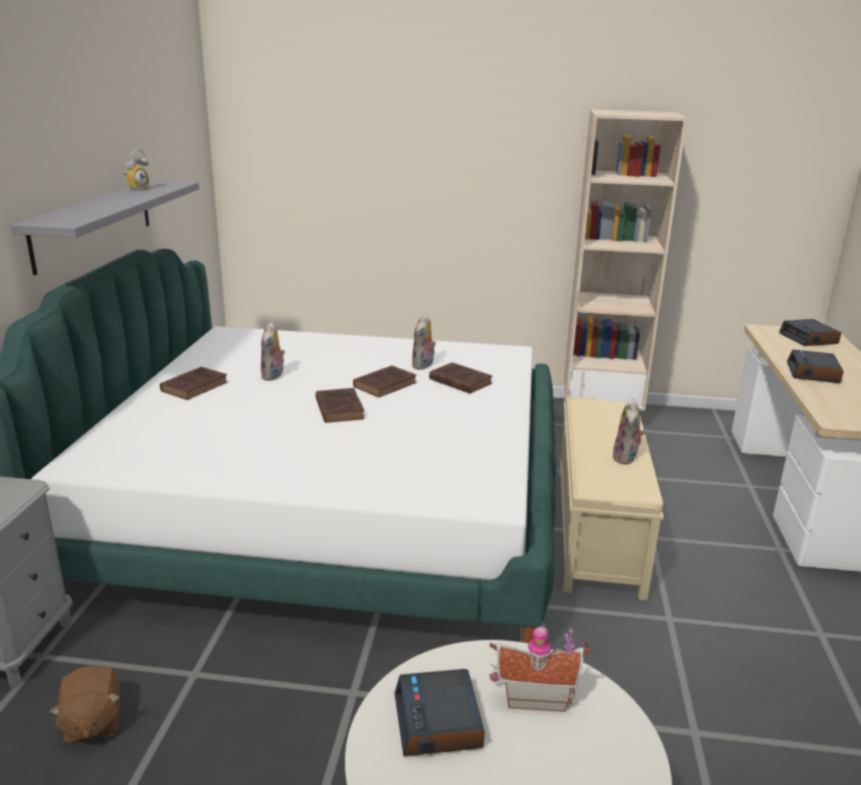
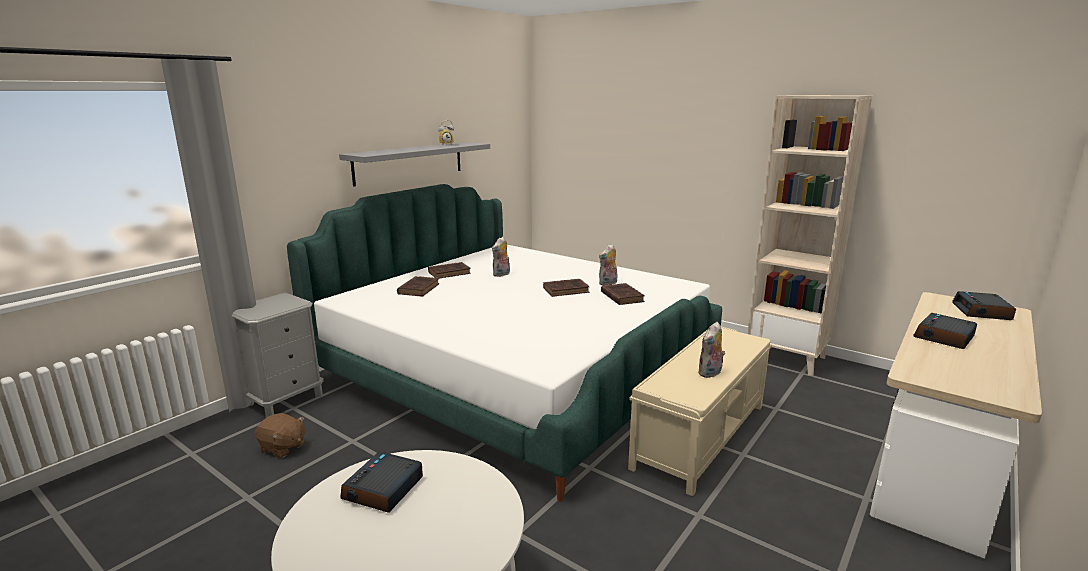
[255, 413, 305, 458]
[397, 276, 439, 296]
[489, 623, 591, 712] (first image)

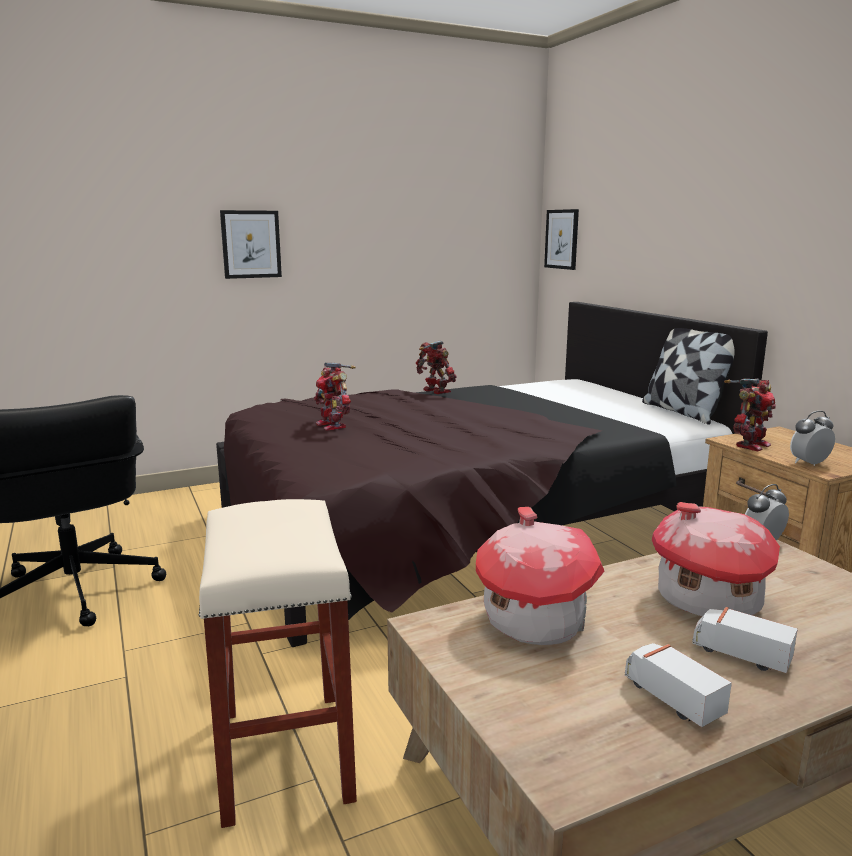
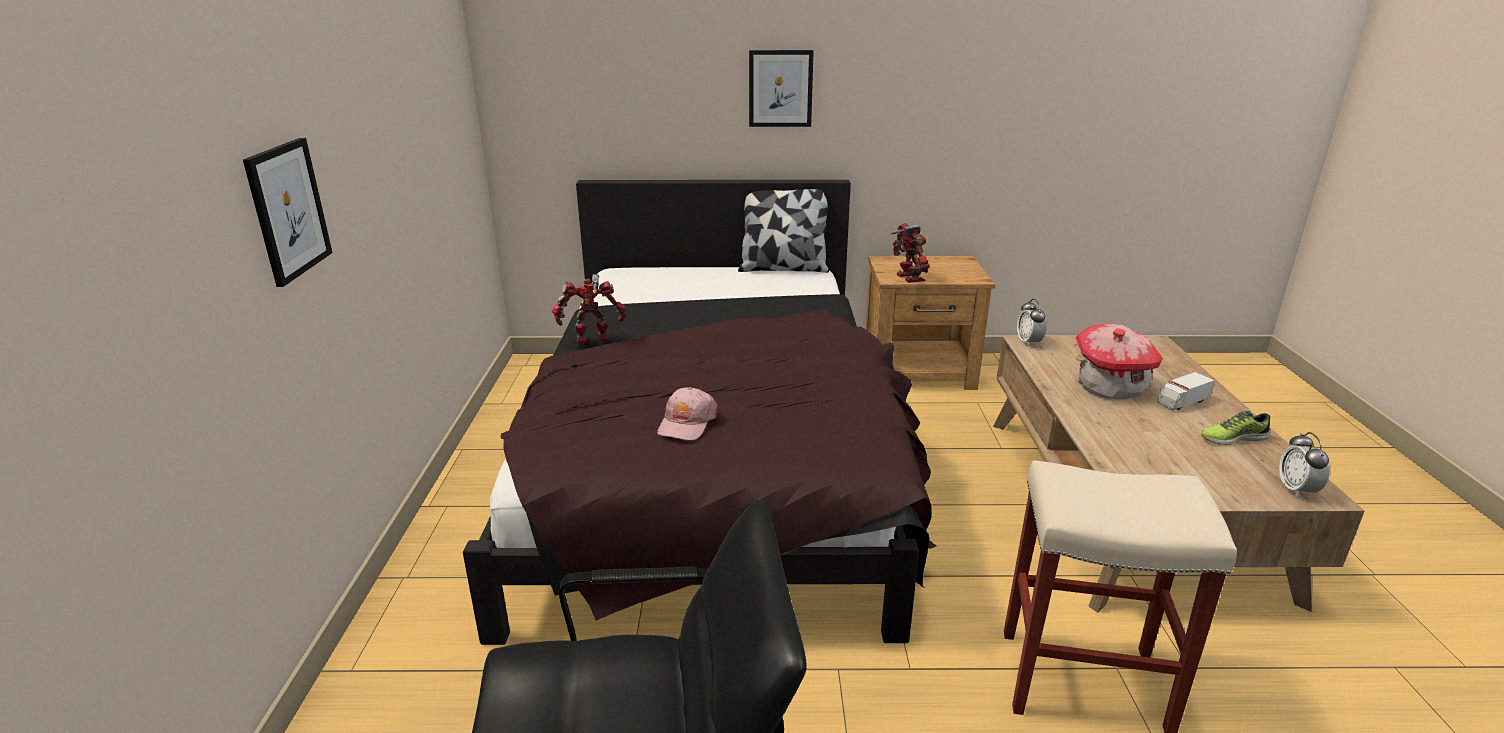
[657, 387, 717, 440]
[476, 507, 605, 645] (first image)
[749, 50, 814, 127]
[1201, 411, 1270, 445]
[1279, 432, 1330, 498]

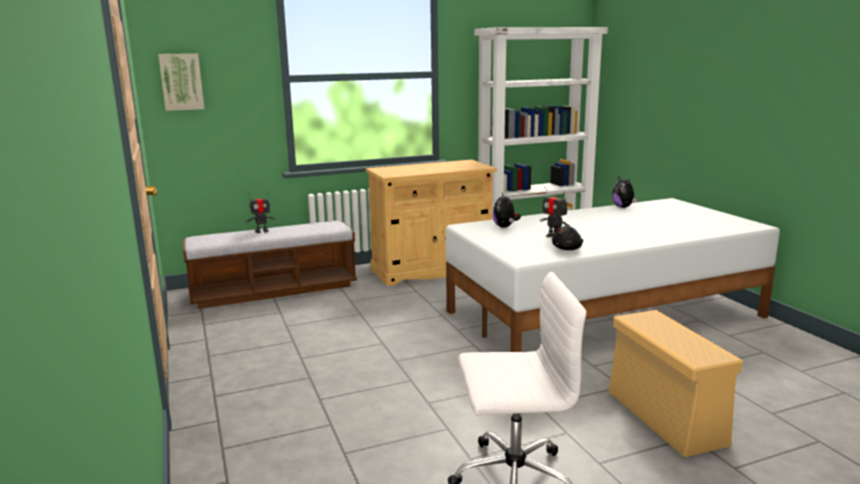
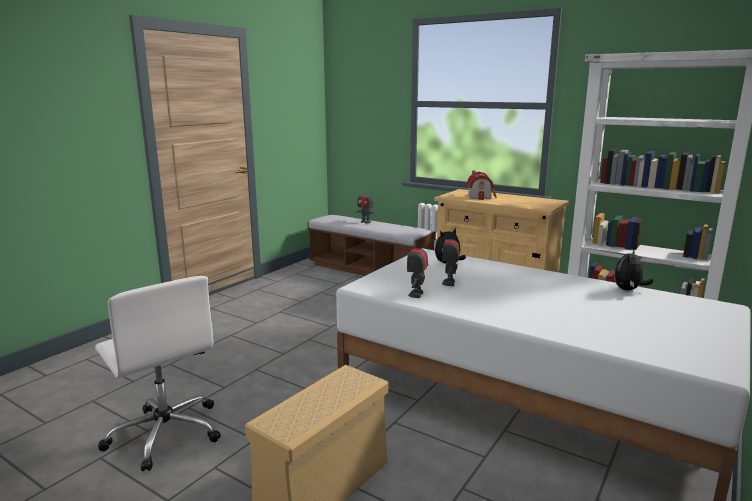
[158, 53, 204, 111] (first image)
[407, 236, 428, 298]
[467, 171, 497, 200]

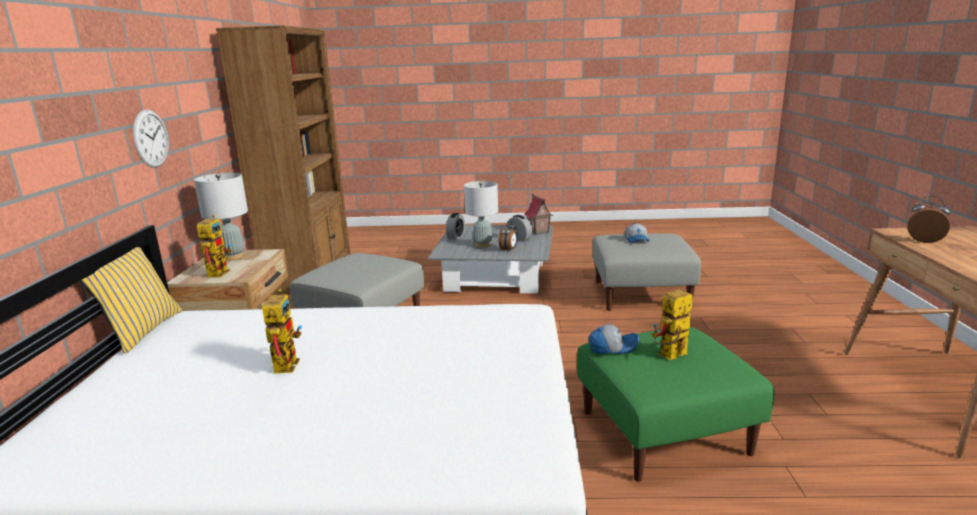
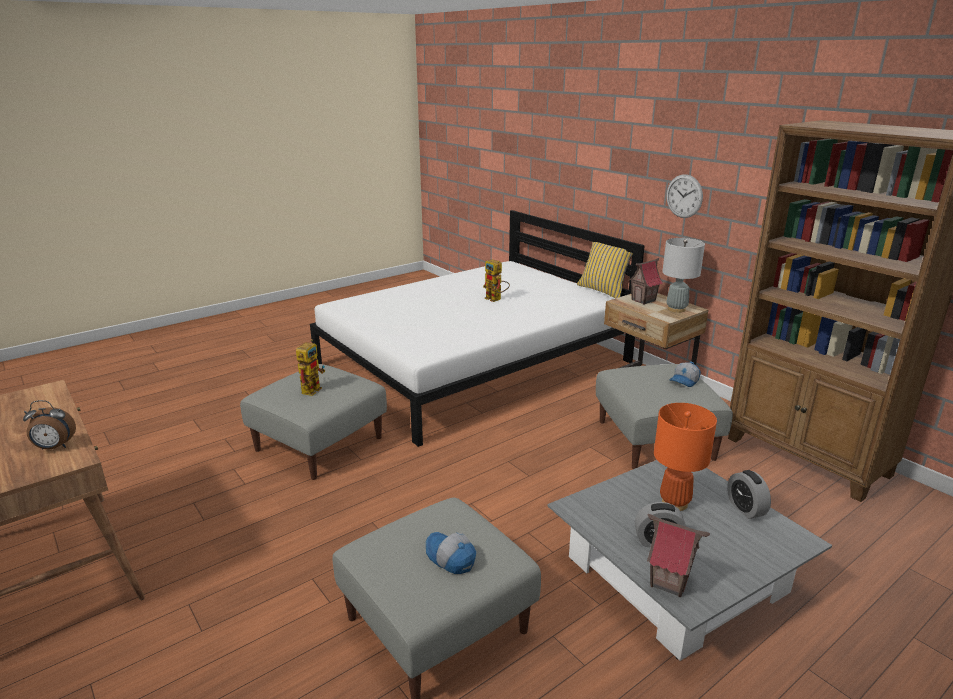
[629, 258, 663, 305]
[654, 403, 717, 511]
[498, 221, 518, 252] (first image)
[240, 364, 387, 480]
[670, 362, 701, 387]

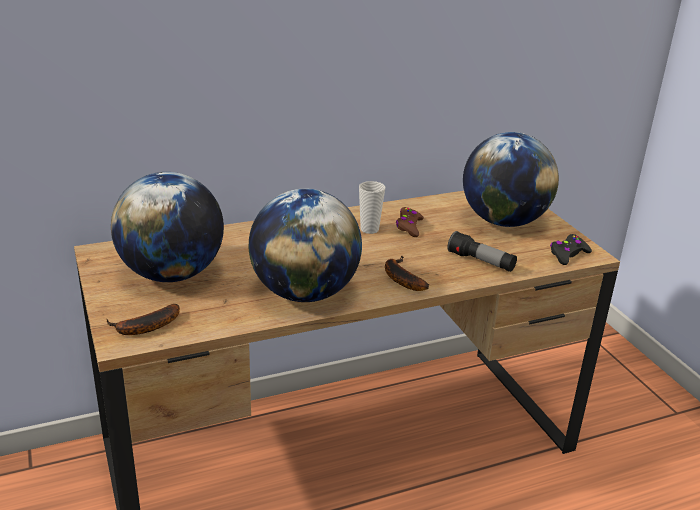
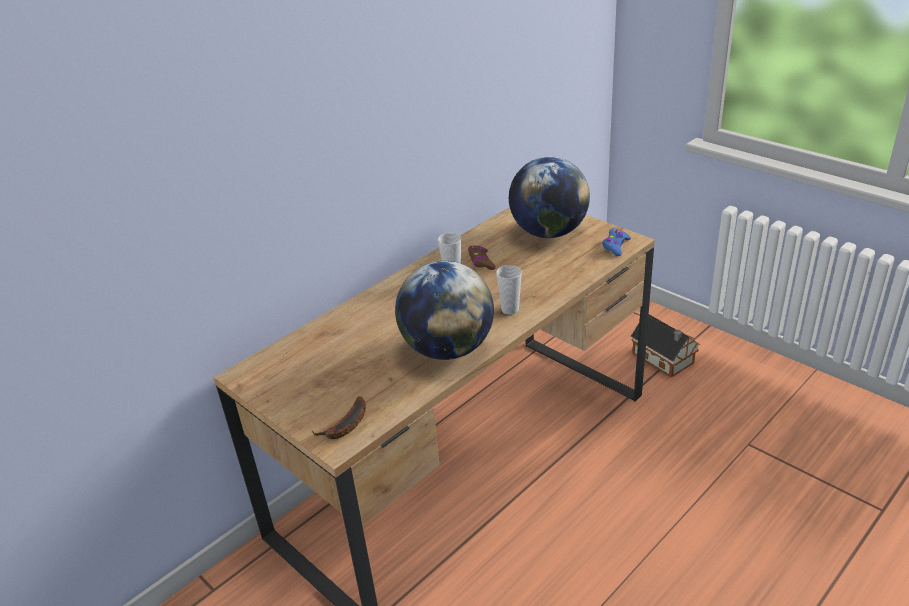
[111, 172, 224, 282] (first image)
[496, 265, 522, 315]
[447, 231, 517, 272] (first image)
[602, 228, 631, 256]
[631, 315, 700, 377]

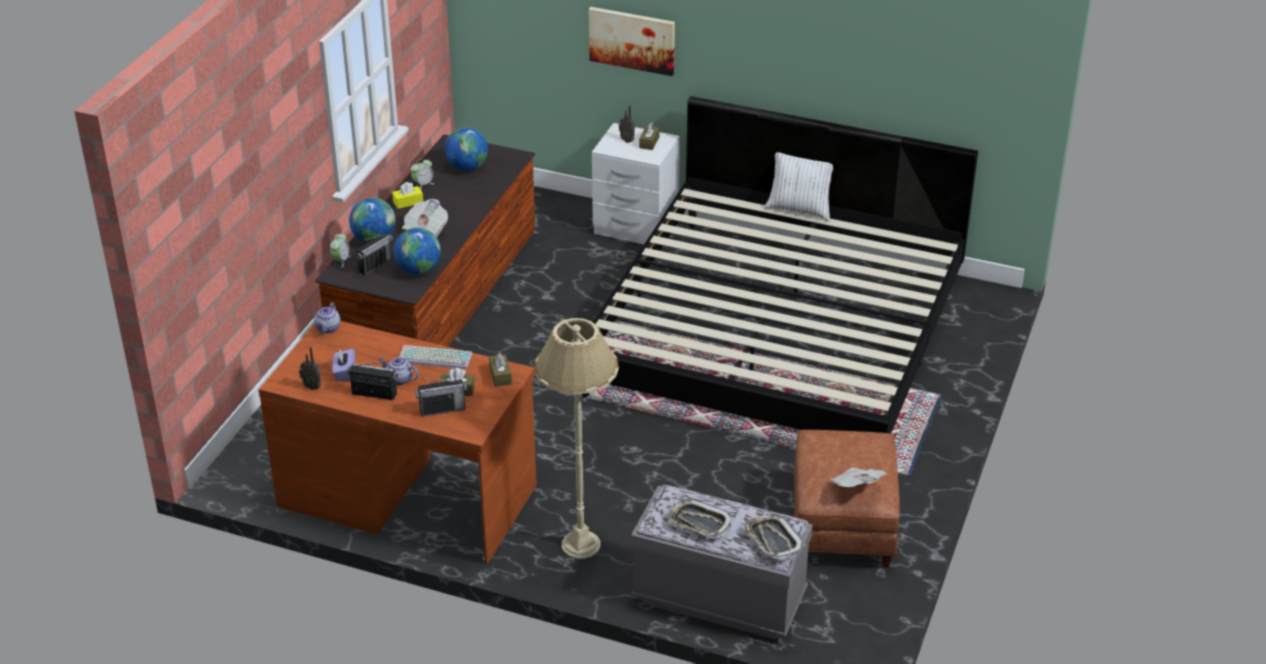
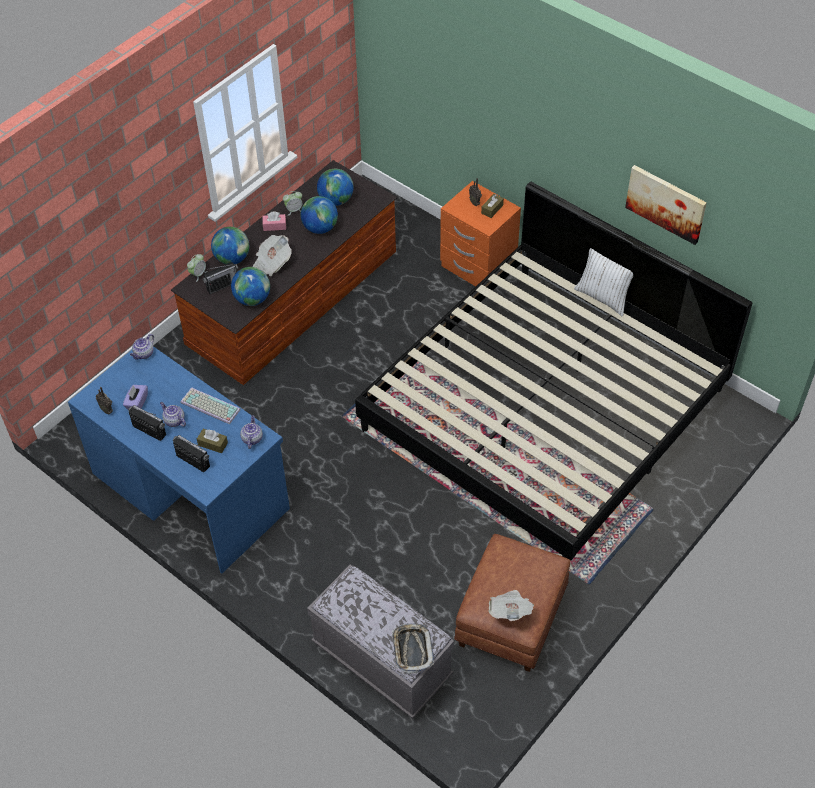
[68, 346, 290, 574]
[263, 211, 286, 231]
[173, 435, 210, 472]
[240, 415, 263, 449]
[534, 318, 619, 559] (first image)
[625, 165, 707, 245]
[440, 181, 521, 286]
[668, 499, 732, 538] (first image)
[300, 196, 338, 234]

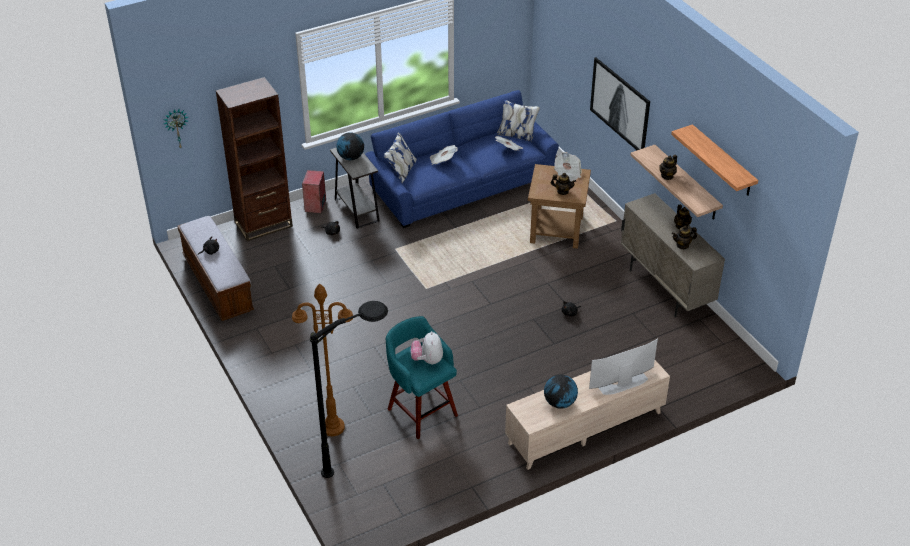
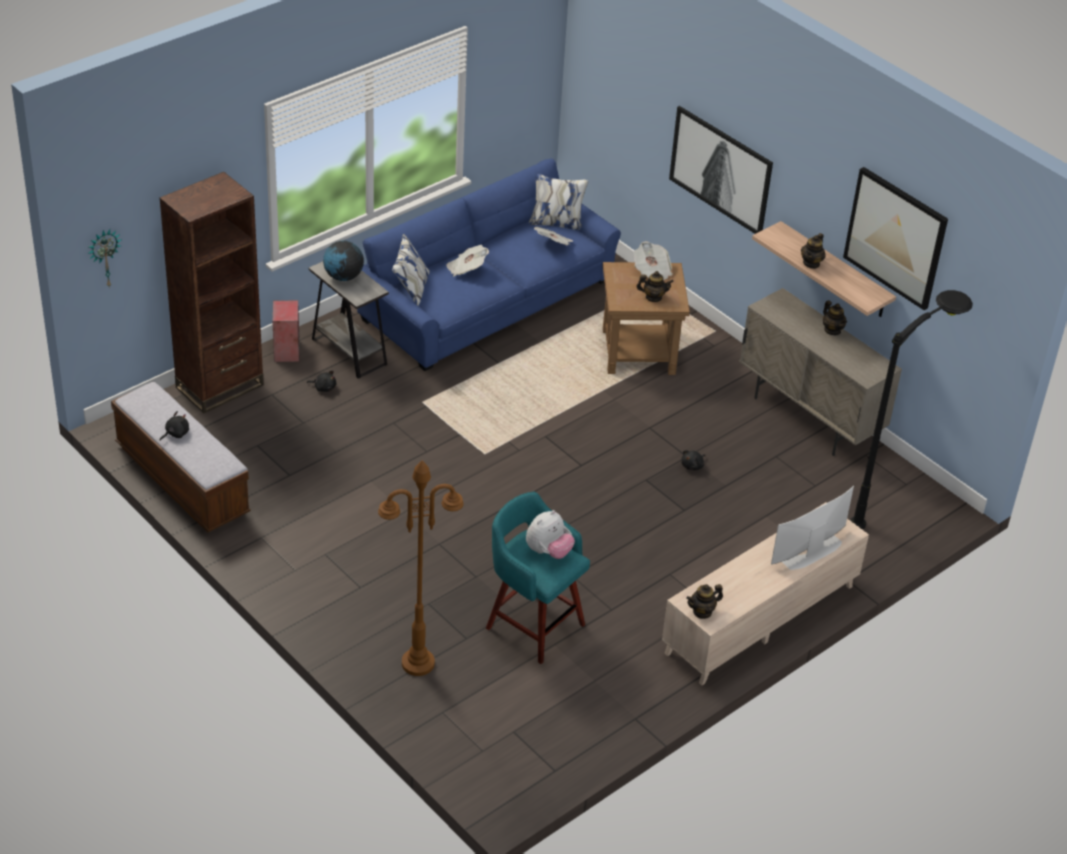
[850, 290, 973, 529]
[526, 510, 575, 559]
[544, 374, 578, 409] (first image)
[843, 167, 948, 310]
[686, 584, 723, 619]

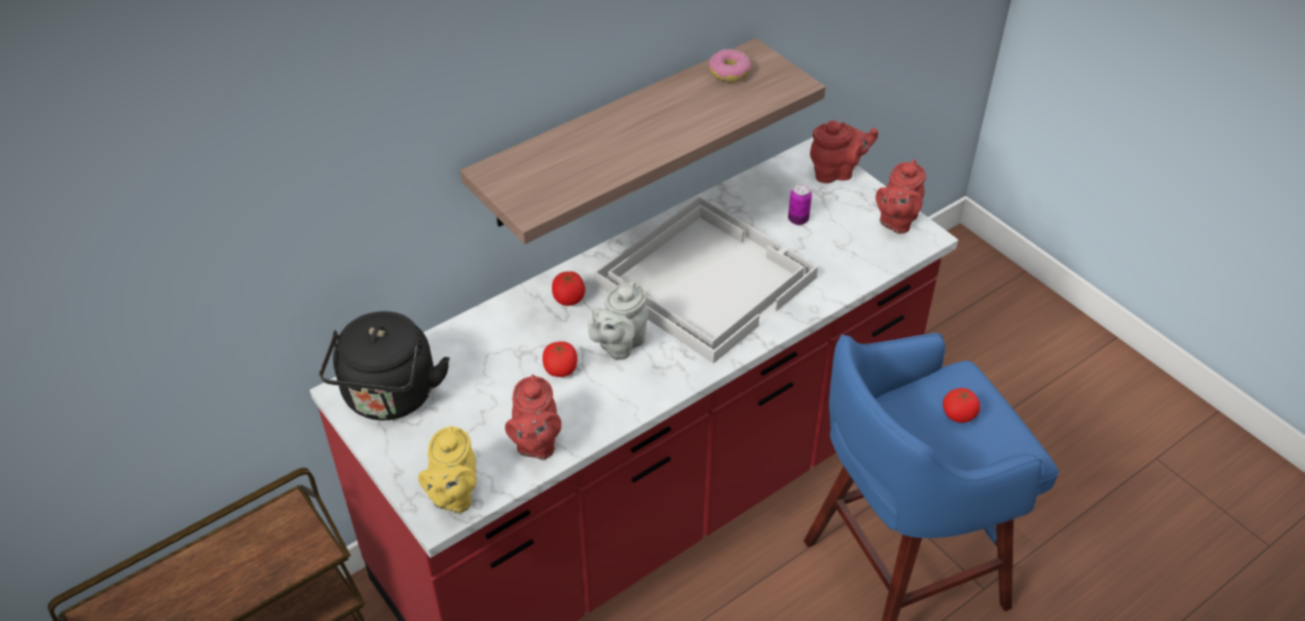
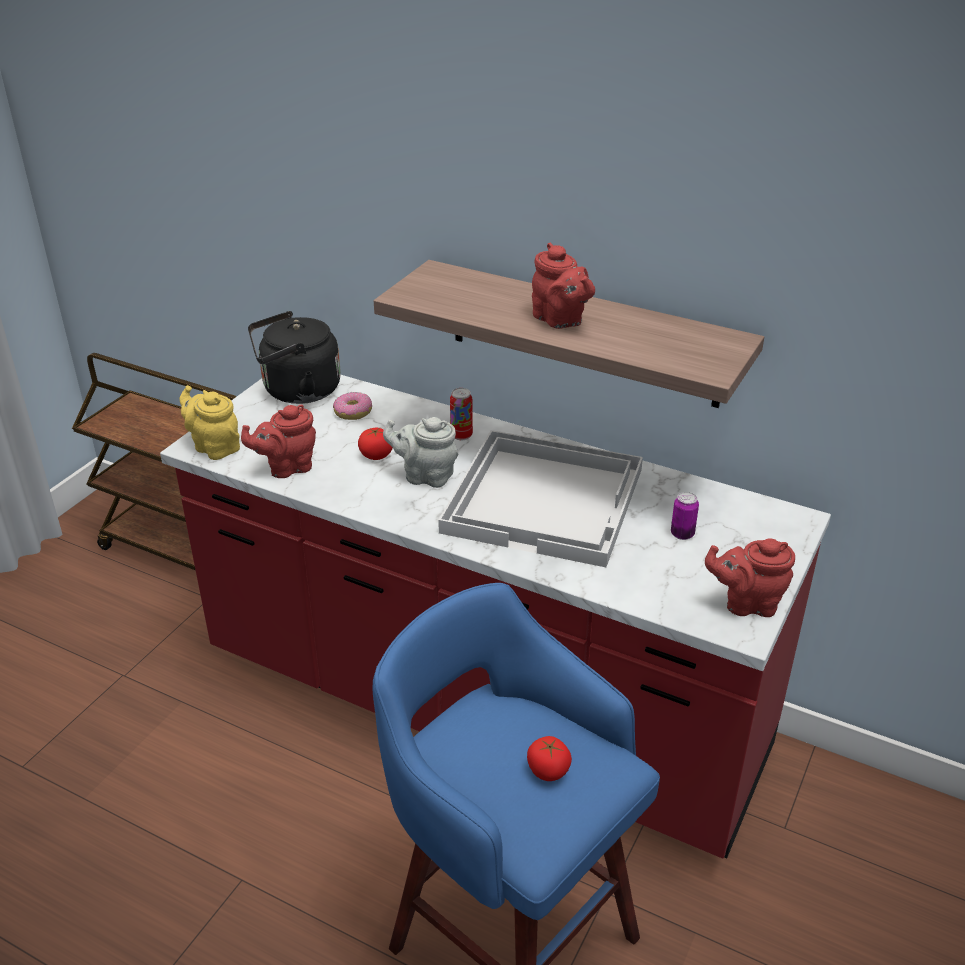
[180, 385, 240, 460]
[450, 388, 473, 440]
[333, 392, 372, 420]
[532, 243, 595, 329]

